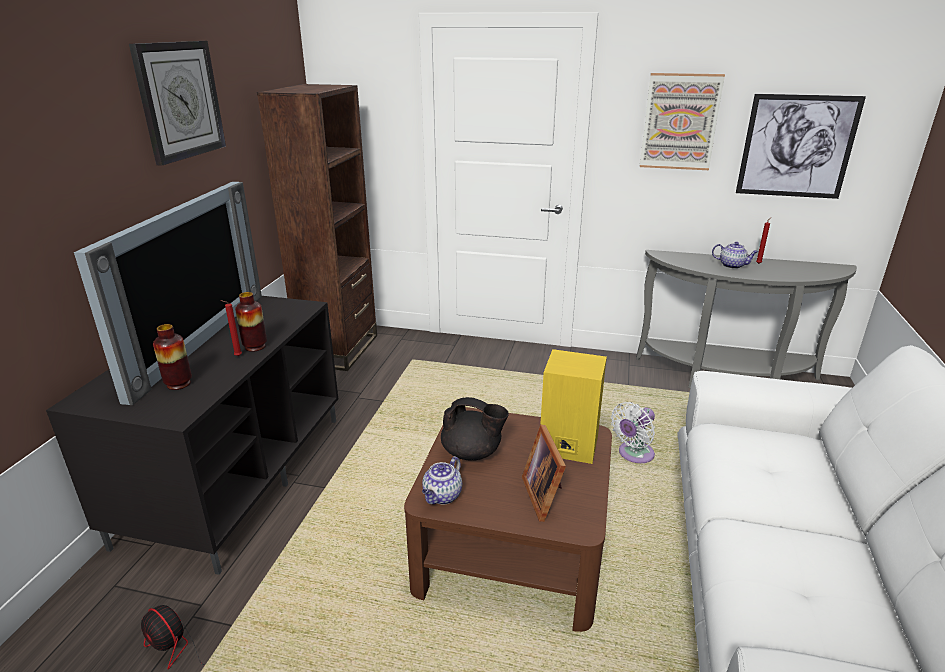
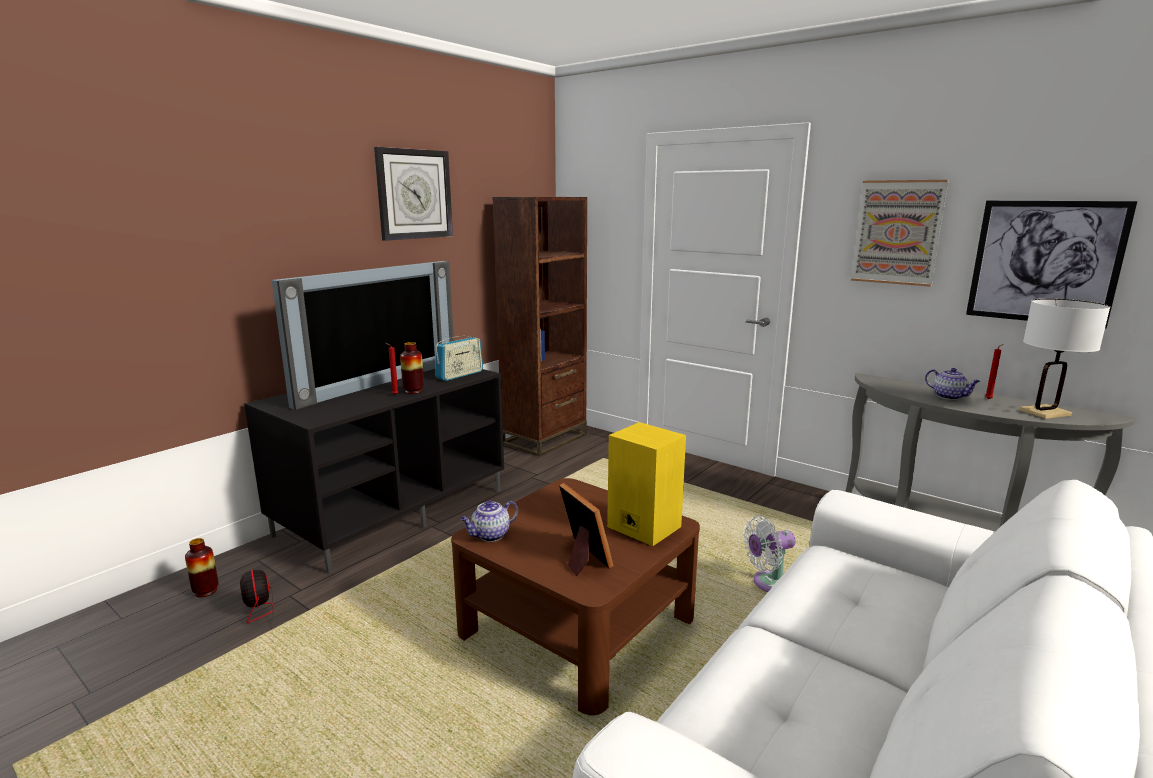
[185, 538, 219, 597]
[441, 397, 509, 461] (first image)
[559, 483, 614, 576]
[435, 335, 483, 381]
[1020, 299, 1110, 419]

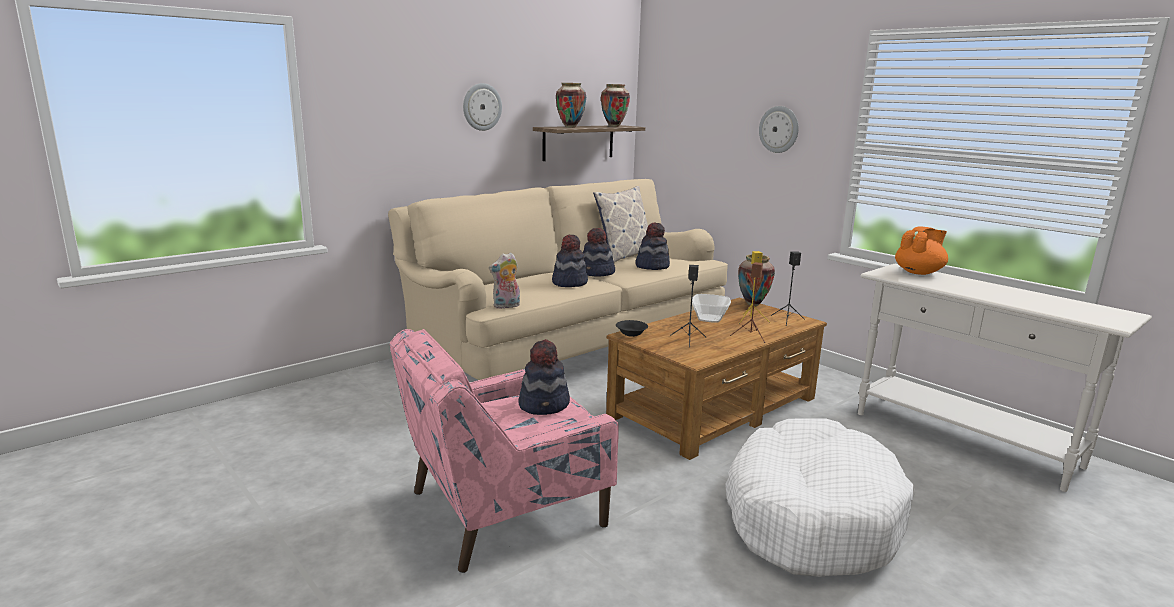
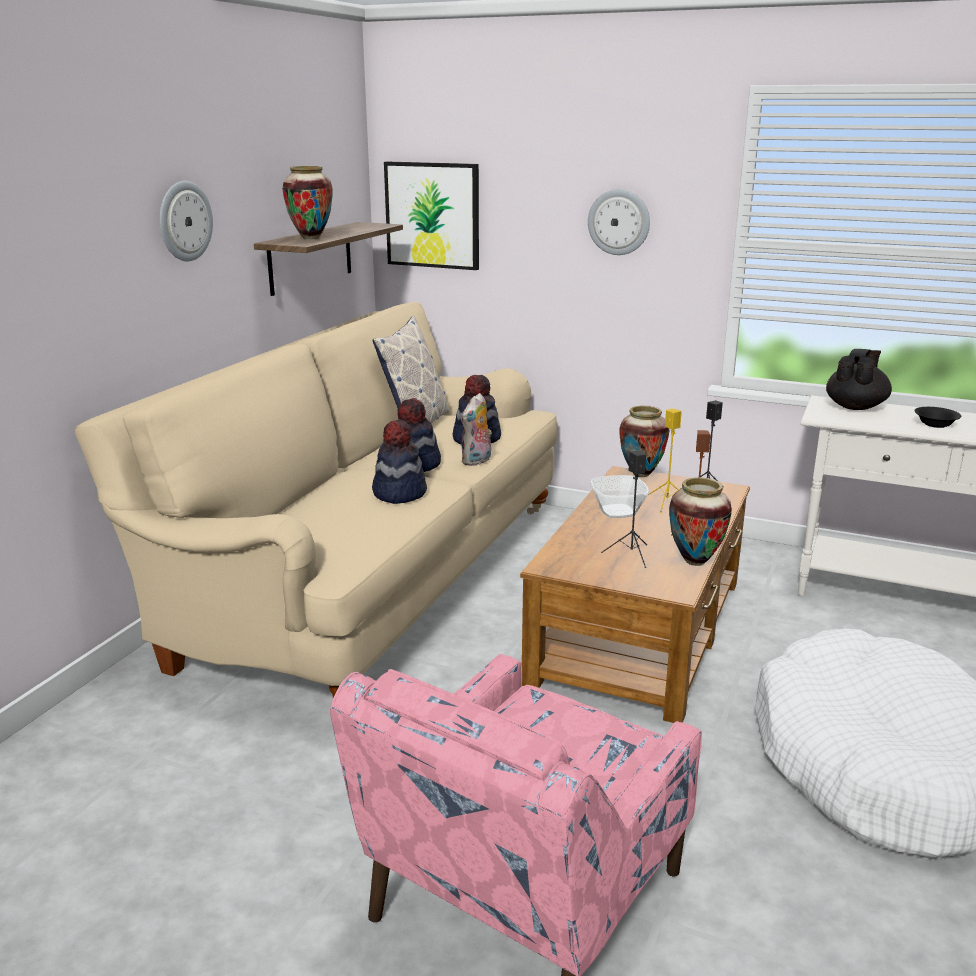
[461, 393, 492, 466]
[518, 339, 570, 415] (first image)
[669, 477, 732, 566]
[914, 407, 961, 428]
[826, 349, 892, 410]
[384, 162, 479, 270]

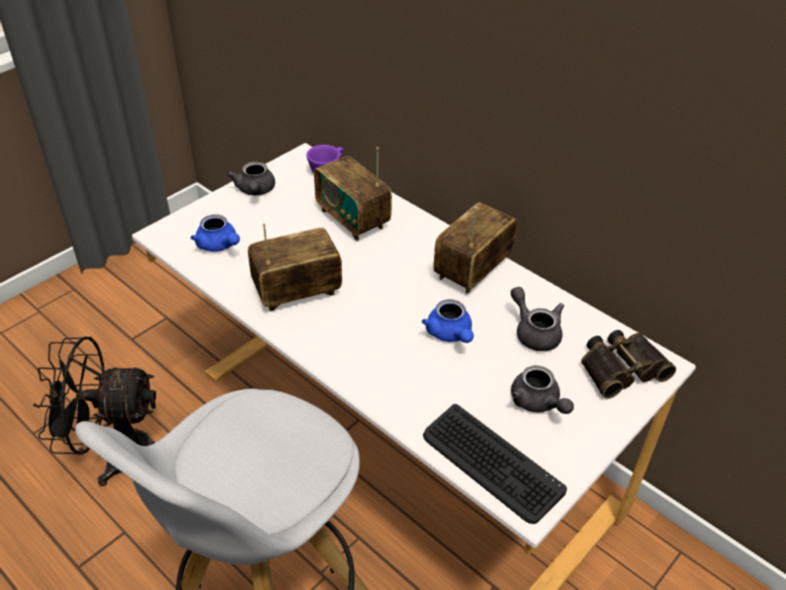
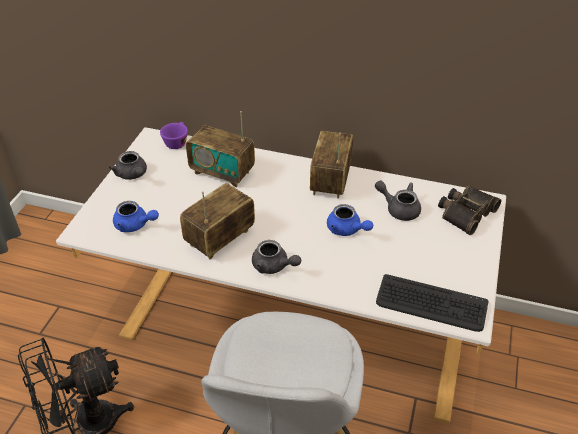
[252, 240, 301, 274]

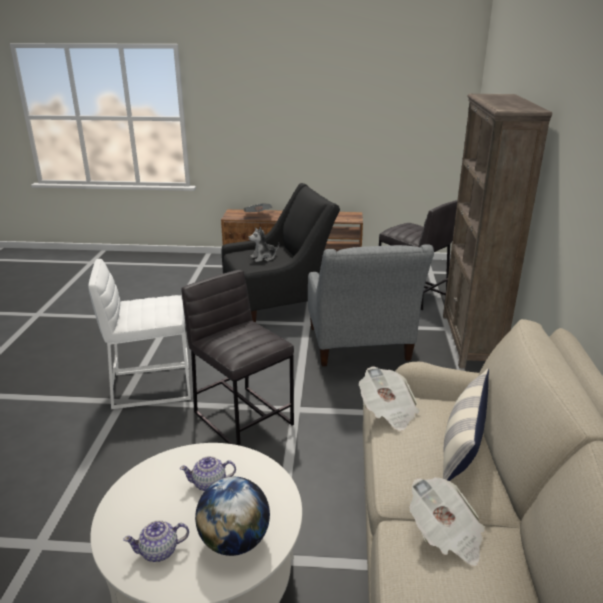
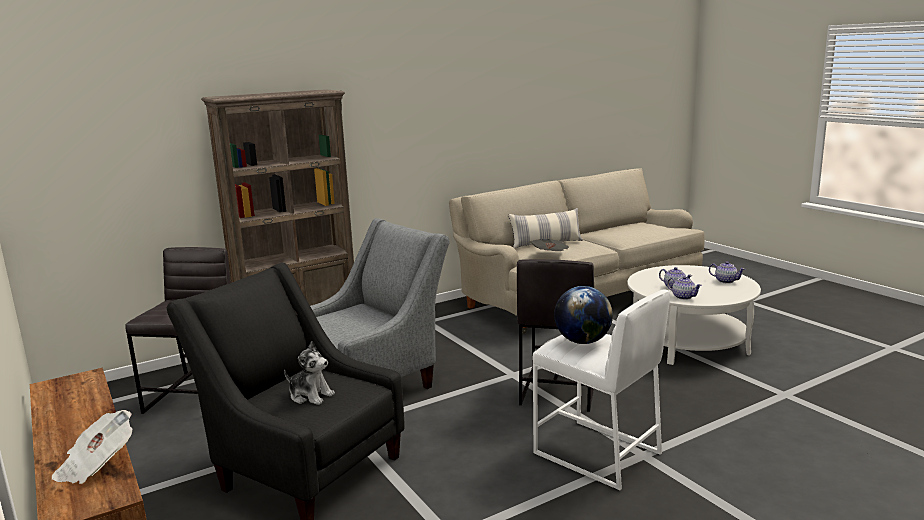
[554, 286, 613, 344]
[409, 477, 485, 566] (first image)
[667, 276, 702, 300]

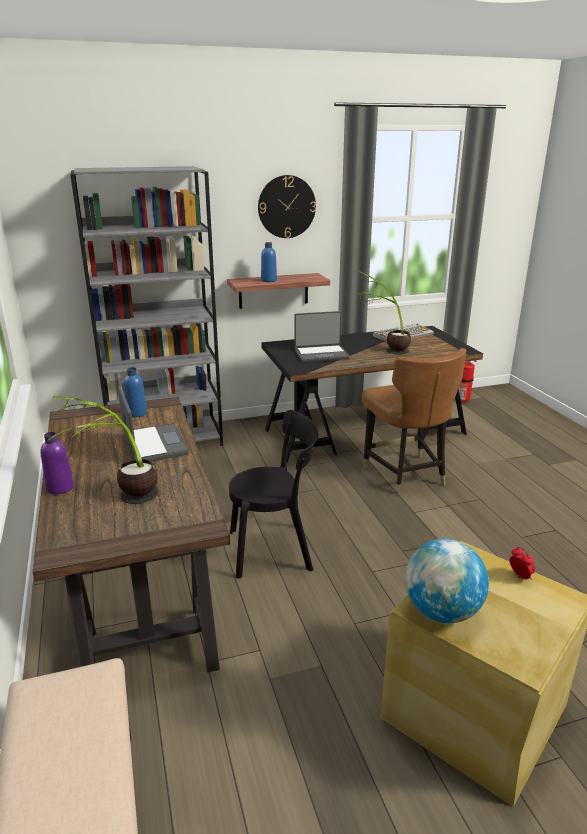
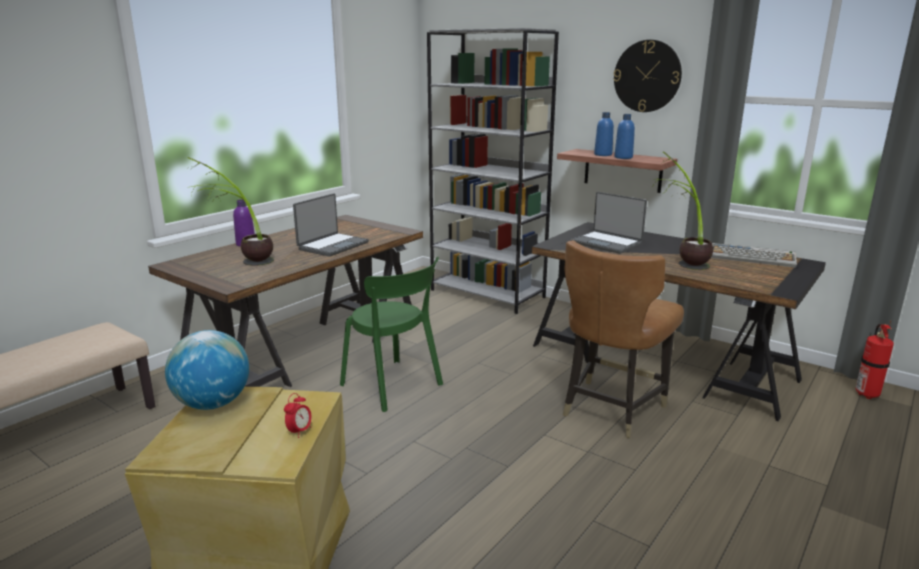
[614, 114, 635, 159]
[340, 256, 443, 412]

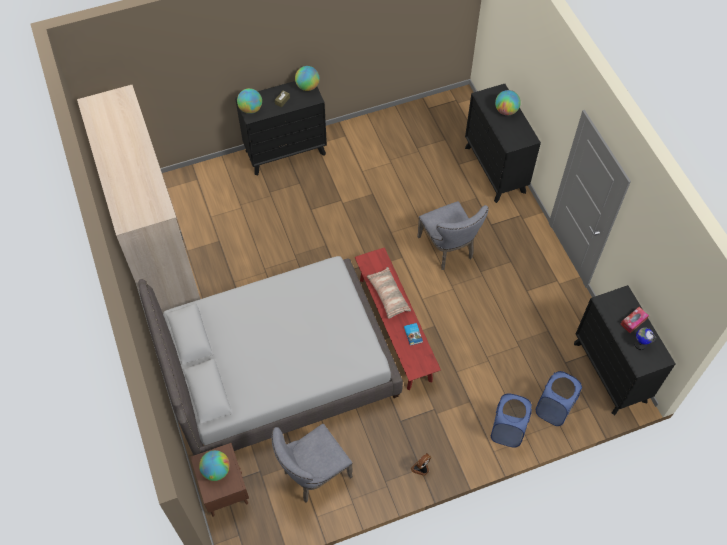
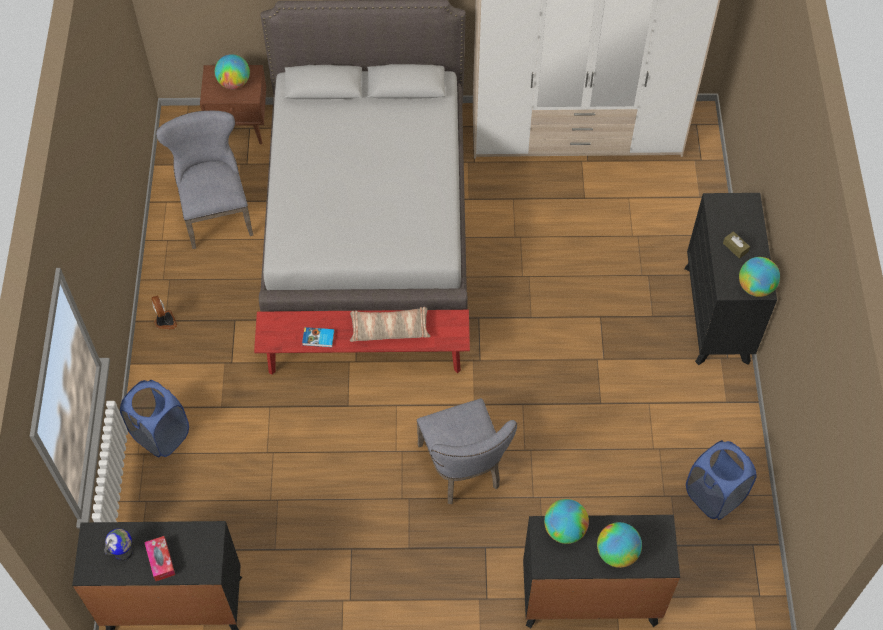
[544, 499, 589, 544]
[417, 398, 517, 504]
[686, 440, 756, 520]

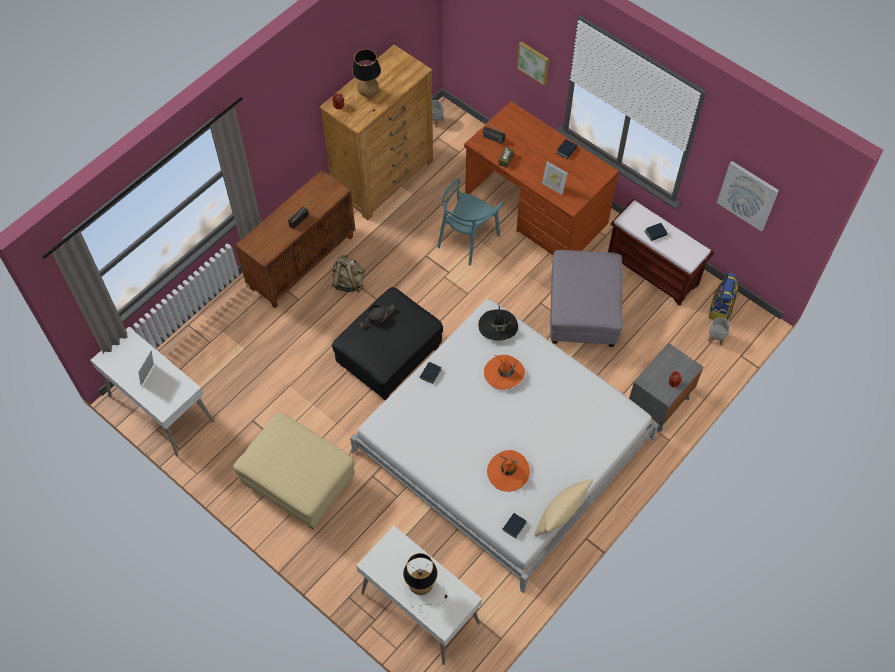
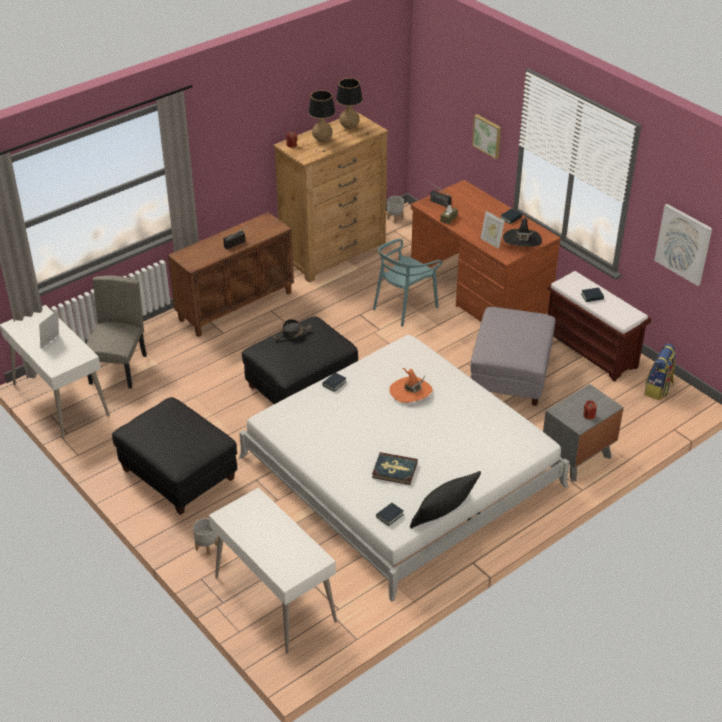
[112, 397, 237, 515]
[332, 254, 365, 292] (first image)
[336, 78, 370, 141]
[503, 218, 542, 247]
[372, 452, 418, 485]
[410, 471, 481, 529]
[193, 518, 217, 555]
[86, 275, 147, 389]

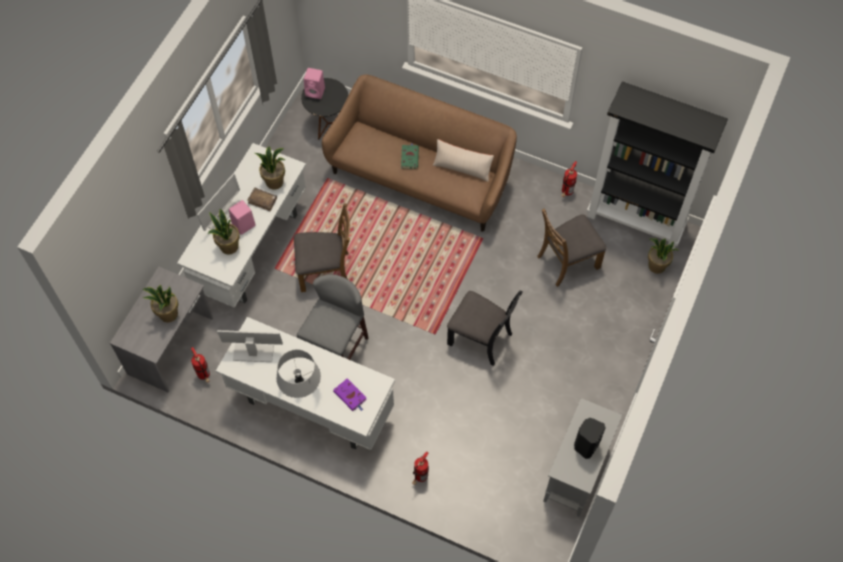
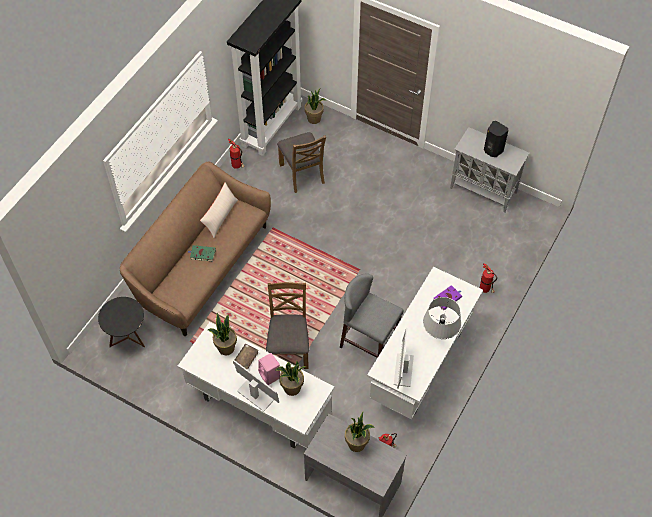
[304, 68, 325, 99] (first image)
[447, 290, 522, 366] (first image)

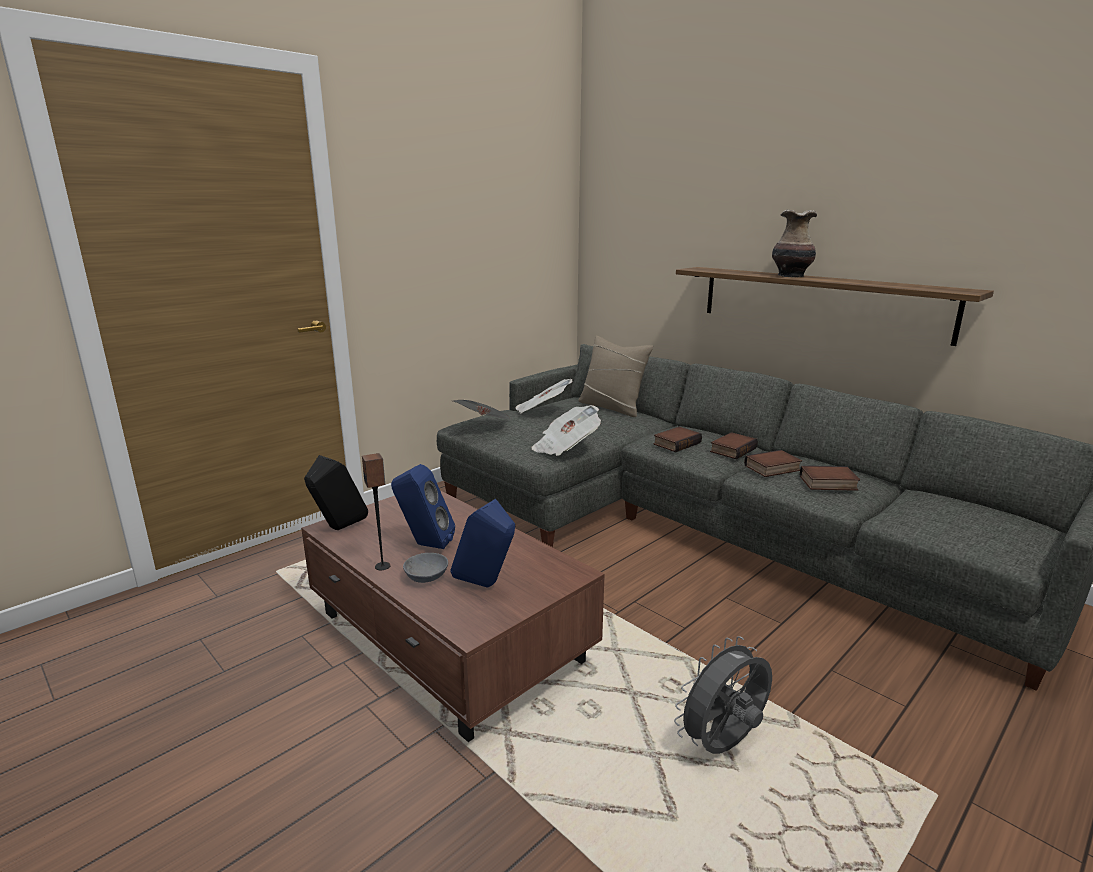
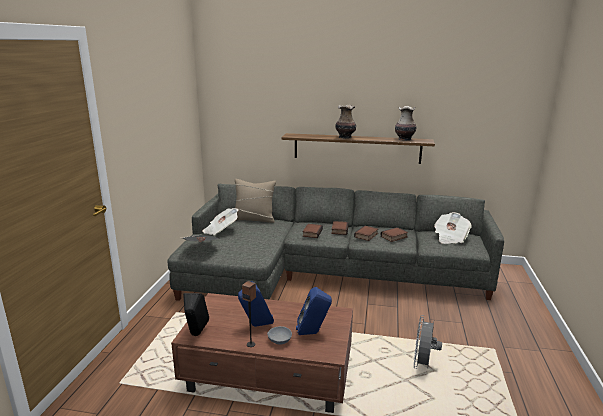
[434, 212, 472, 244]
[395, 106, 417, 141]

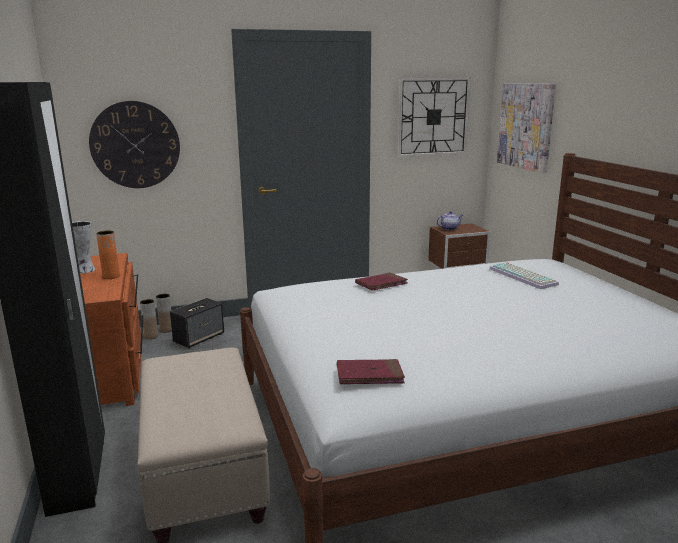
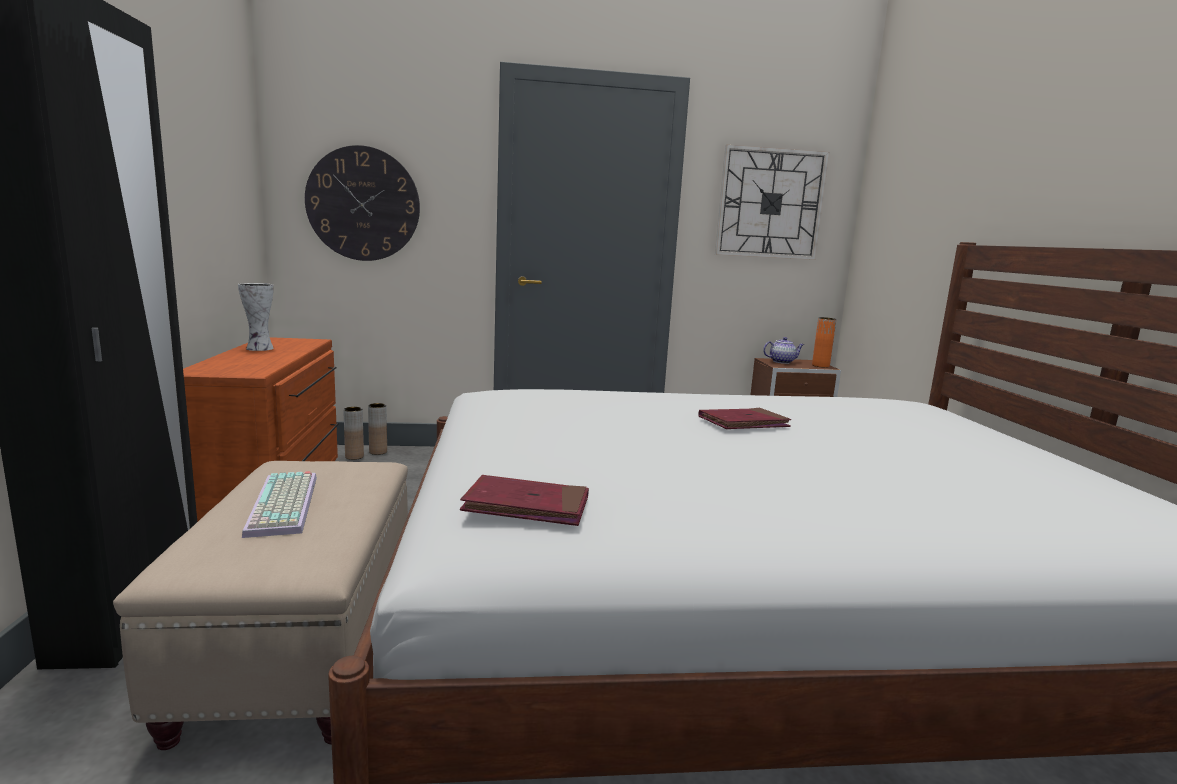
[812, 317, 836, 368]
[170, 298, 224, 348] (first image)
[698, 408, 791, 429]
[242, 471, 317, 538]
[497, 83, 556, 173] (first image)

